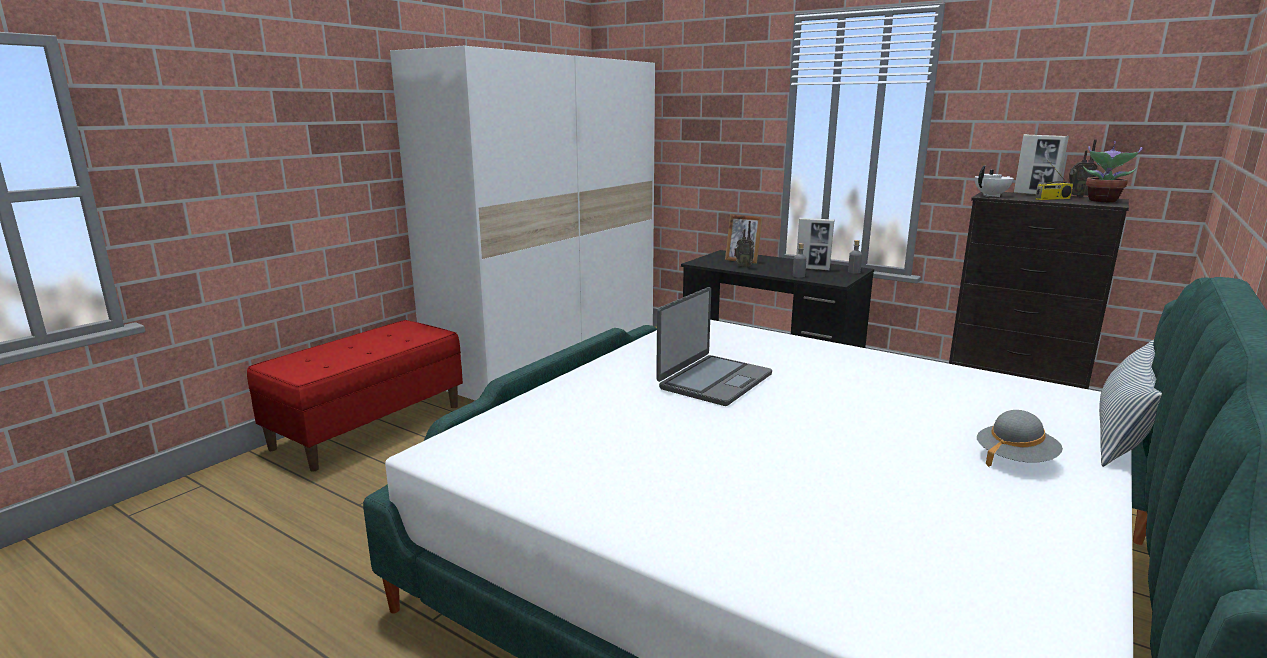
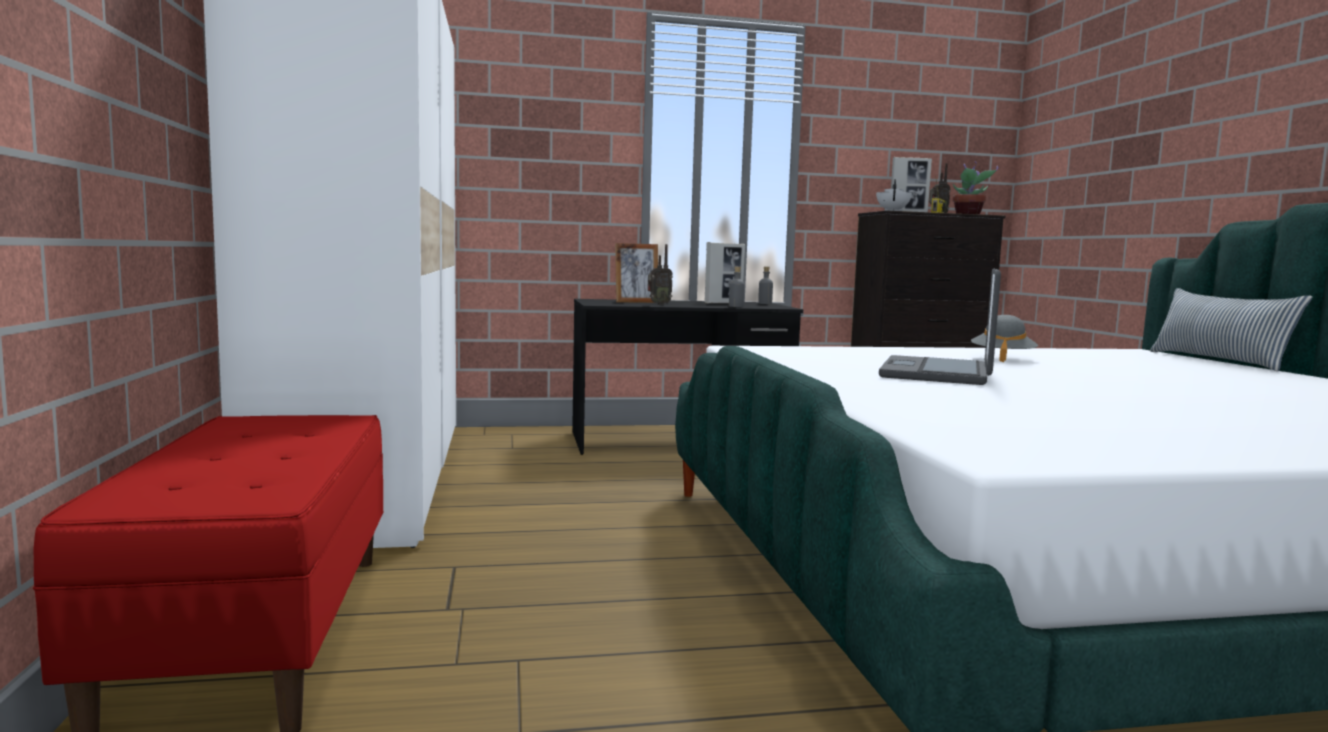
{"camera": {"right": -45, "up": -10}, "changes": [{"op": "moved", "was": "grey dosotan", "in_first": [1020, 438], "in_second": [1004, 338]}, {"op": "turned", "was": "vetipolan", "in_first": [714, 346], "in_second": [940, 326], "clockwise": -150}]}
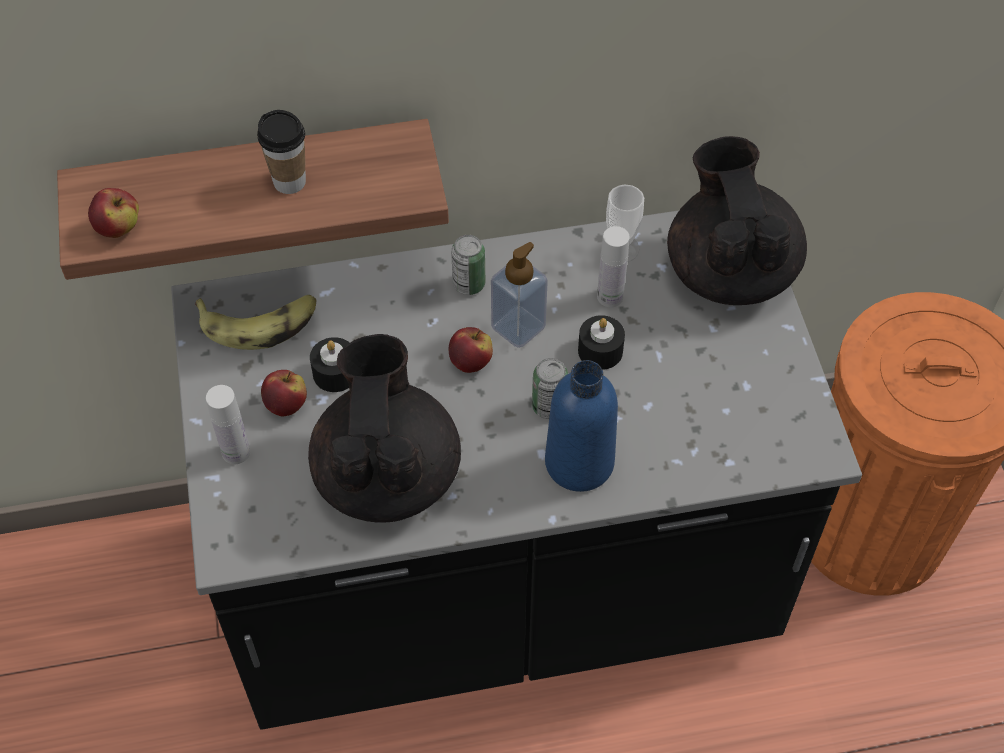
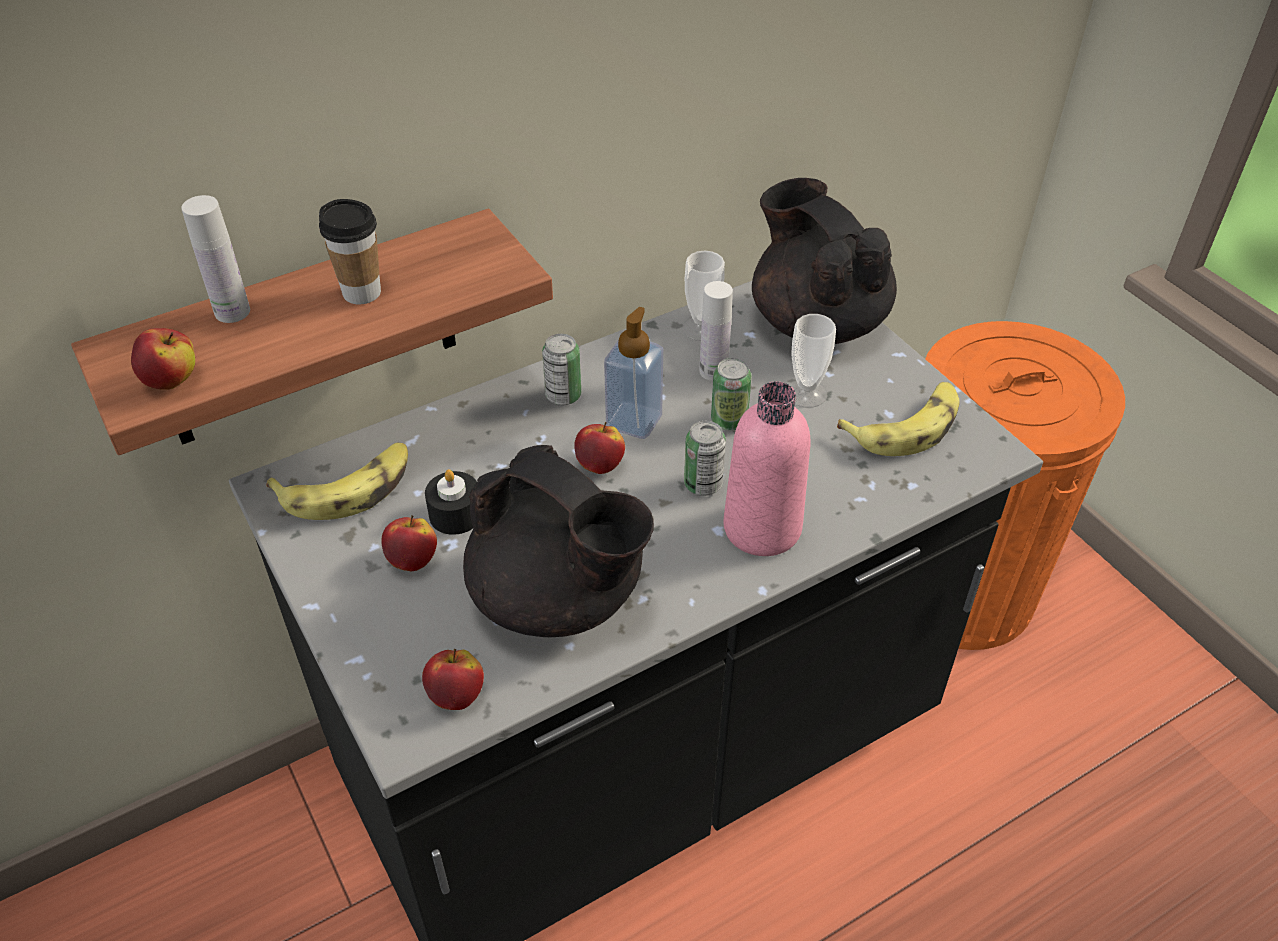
{"camera": {"right": -20, "up": -10}, "changes": [{"op": "added", "now": "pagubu", "in_second": [453, 679]}, {"op": "added", "now": "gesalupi", "in_second": [812, 361]}, {"op": "added", "now": "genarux", "in_second": [898, 419]}, {"op": "moved", "was": "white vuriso", "in_first": [228, 424], "in_second": [215, 259]}, {"op": "replaced", "was": "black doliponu", "now": "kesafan", "in_first": [601, 342], "in_second": [731, 394]}, {"op": "recoloured", "was": "blue vuriso", "now": "pink vuriso", "in_first": [581, 426], "in_second": [766, 468]}, {"op": "turned", "was": "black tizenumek", "in_first": [384, 428], "in_second": [558, 541], "clockwise": 150}]}
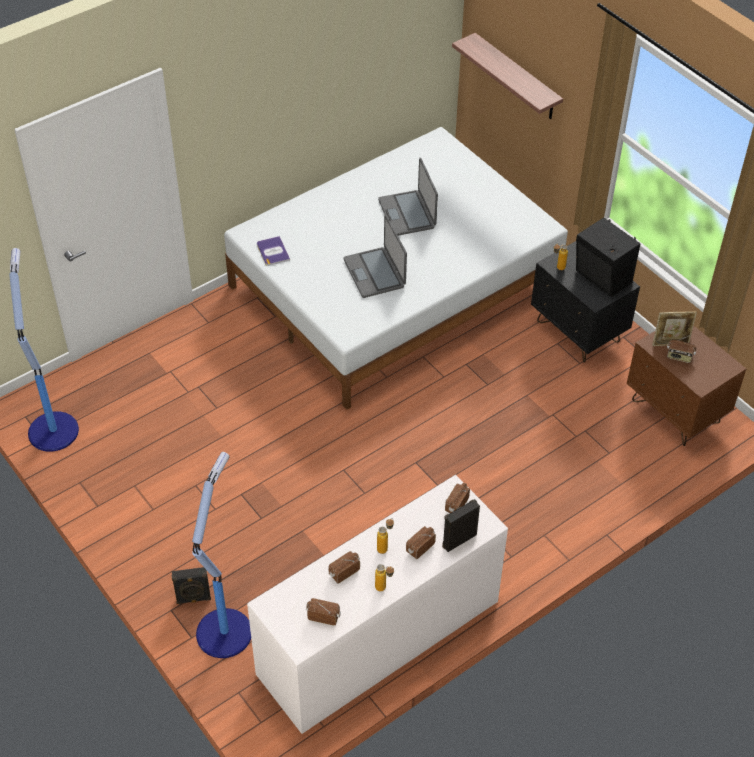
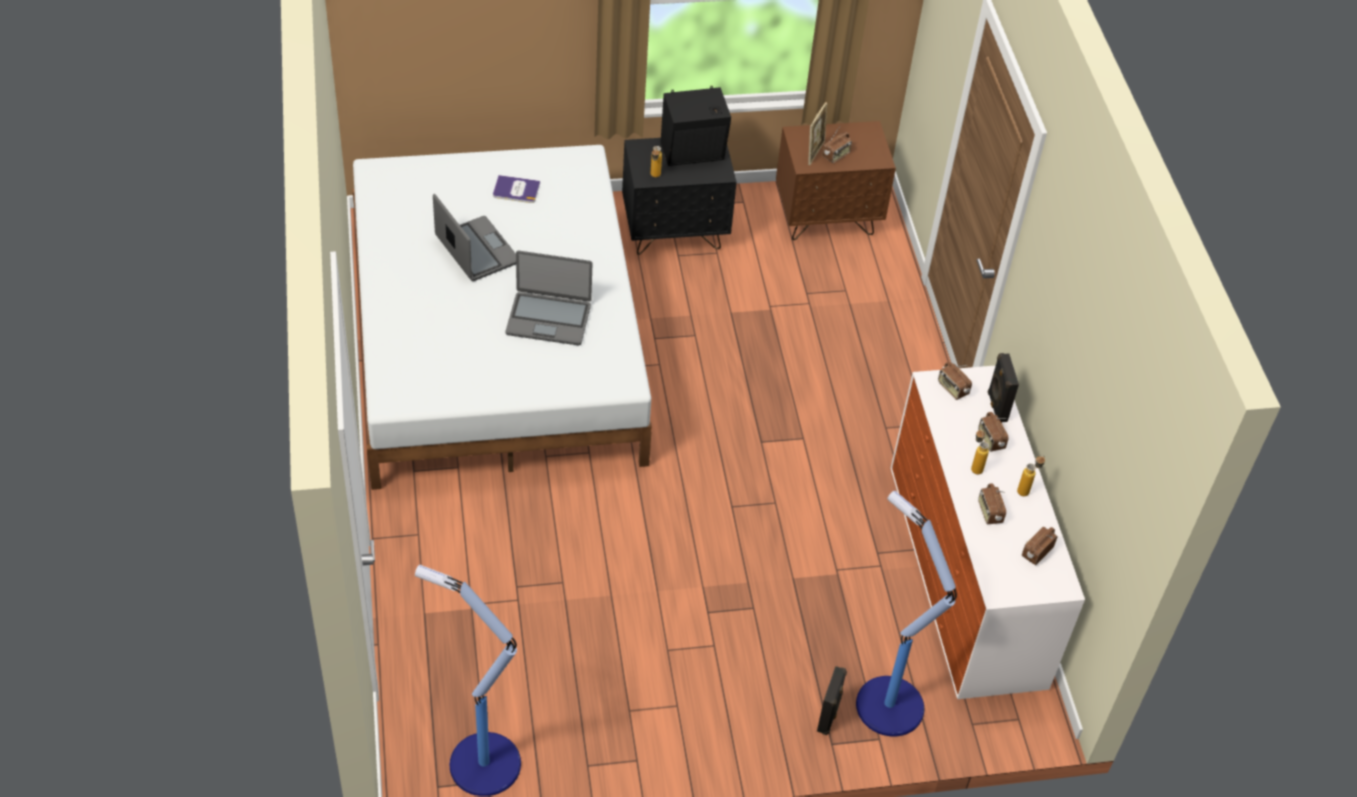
{"camera": {"right": -65, "up": 0}, "changes": [{"op": "removed", "was": "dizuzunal", "in_first": [507, 76]}, {"op": "moved", "was": "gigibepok", "in_first": [273, 251], "in_second": [516, 189]}, {"op": "turned", "was": "vetipolan", "in_first": [408, 197], "in_second": [474, 237], "clockwise": -135}]}
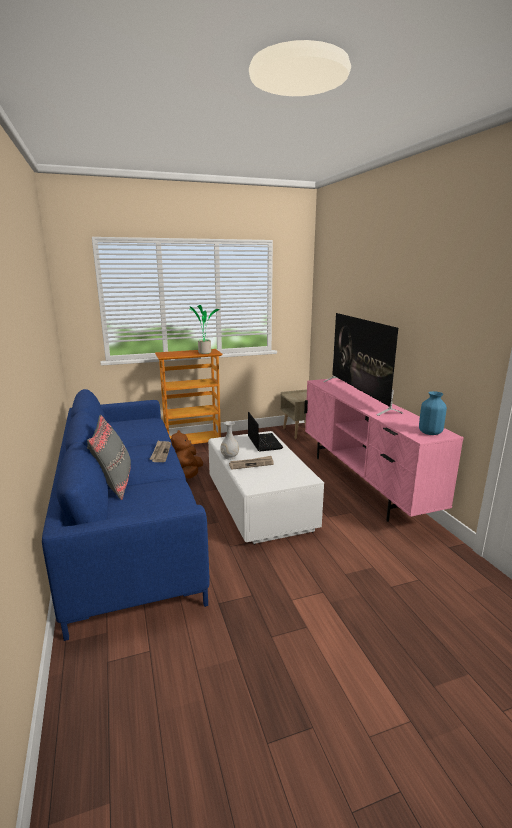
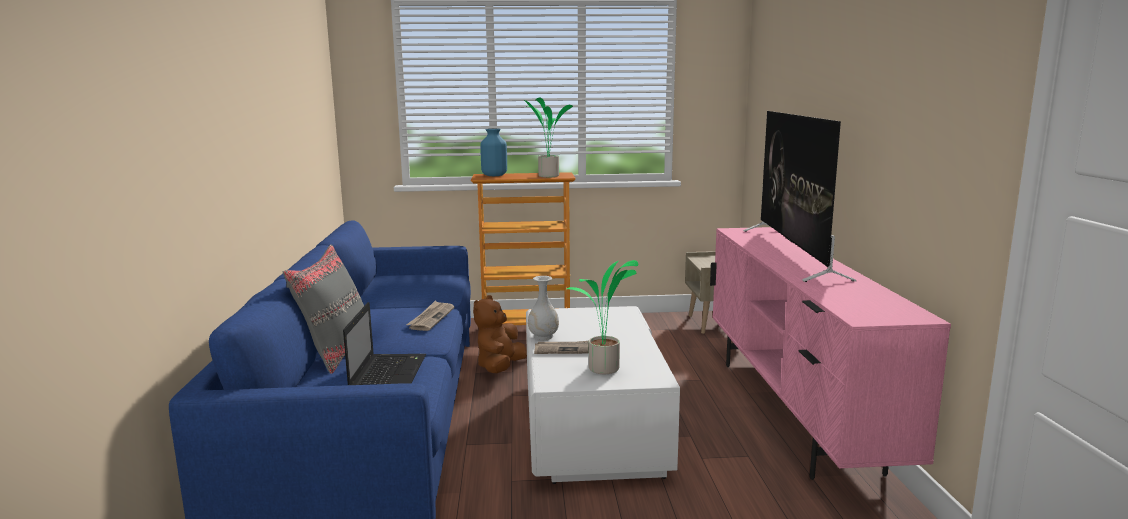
{"camera": {"right": 15, "up": -5}, "changes": [{"op": "added", "now": "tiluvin", "in_second": [602, 317]}, {"op": "moved", "was": "vetipolan", "in_first": [265, 432], "in_second": [384, 343]}, {"op": "moved", "was": "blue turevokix", "in_first": [433, 413], "in_second": [493, 152]}]}
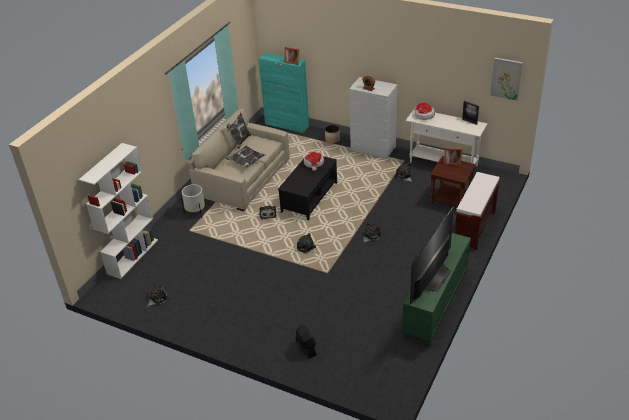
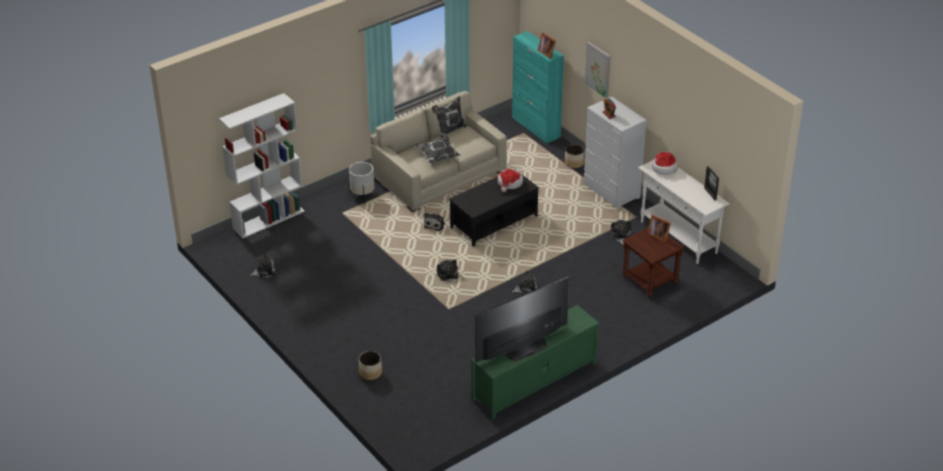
{"camera": {"right": 25, "up": 0}, "changes": [{"op": "removed", "was": "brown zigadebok", "in_first": [477, 211]}, {"op": "moved", "was": "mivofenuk", "in_first": [506, 79], "in_second": [597, 70]}, {"op": "replaced", "was": "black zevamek", "now": "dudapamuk", "in_first": [306, 342], "in_second": [370, 365]}]}
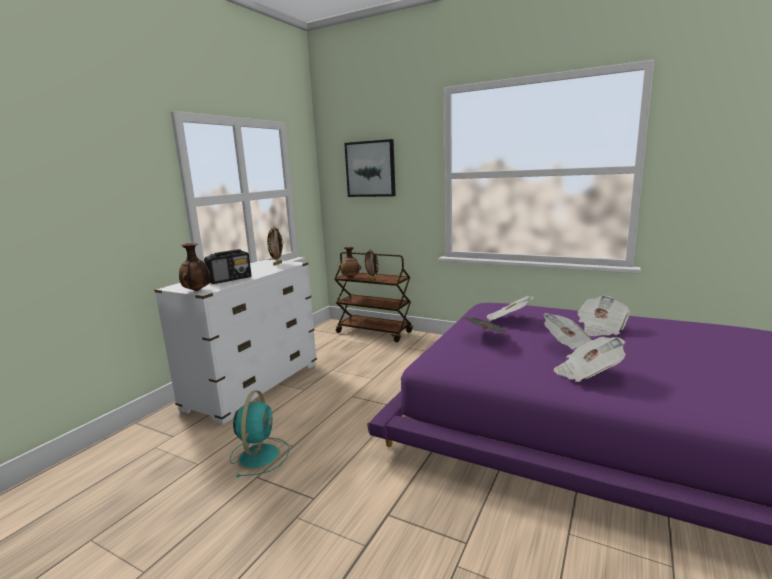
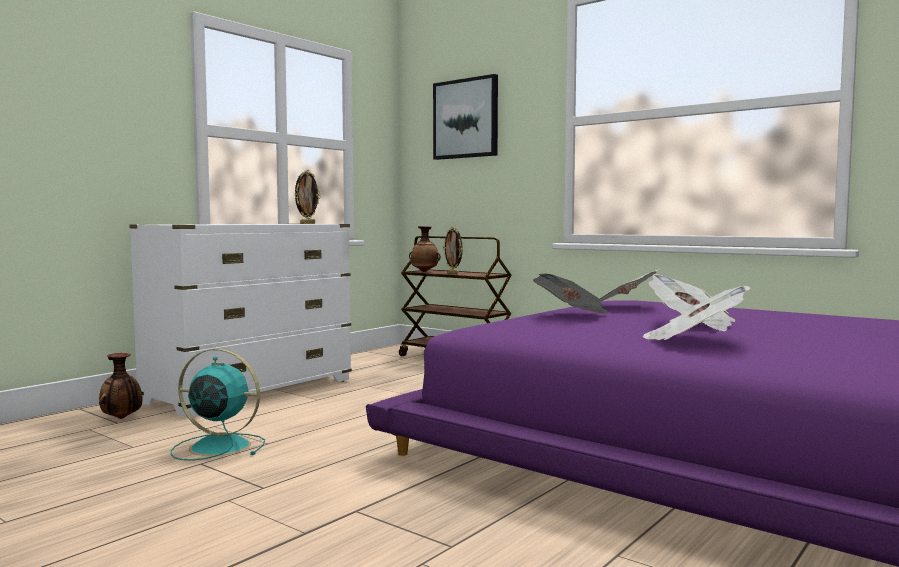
{"camera": {"right": 10, "up": -10}, "changes": [{"op": "removed", "was": "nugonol", "in_first": [227, 266]}, {"op": "removed", "was": "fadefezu", "in_first": [604, 315]}, {"op": "moved", "was": "turevokix", "in_first": [195, 267], "in_second": [120, 386]}, {"op": "turned", "was": "turquoise zevamek", "in_first": [259, 433], "in_second": [218, 404], "clockwise": -90}]}
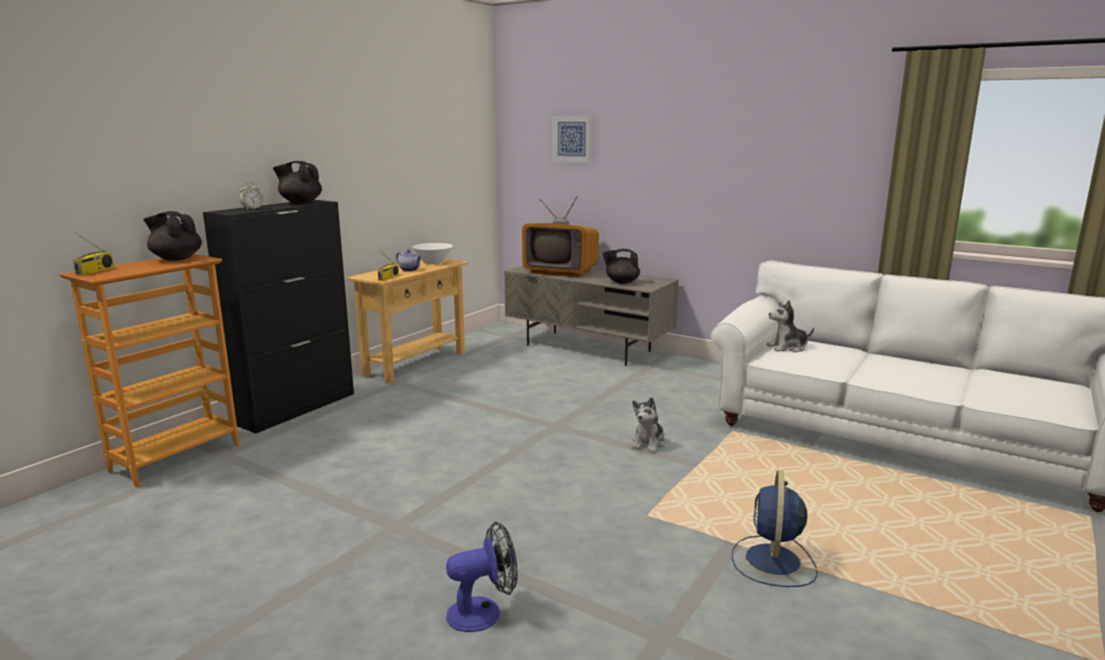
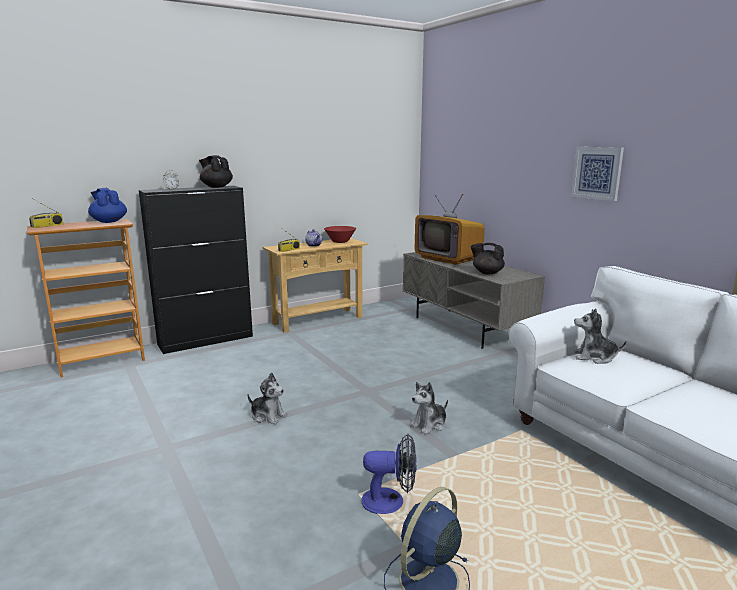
{"camera": {"right": 25, "up": 0}, "changes": [{"op": "added", "now": "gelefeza", "in_second": [268, 398]}, {"op": "moved", "was": "zevamek", "in_first": [482, 577], "in_second": [389, 474]}, {"op": "moved", "was": "mivofenuk", "in_first": [572, 139], "in_second": [597, 174]}, {"op": "recoloured", "was": "black tizenumek", "now": "blue tizenumek", "in_first": [172, 236], "in_second": [107, 205]}, {"op": "recoloured", "was": "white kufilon", "now": "red kufilon", "in_first": [432, 253], "in_second": [340, 234]}]}
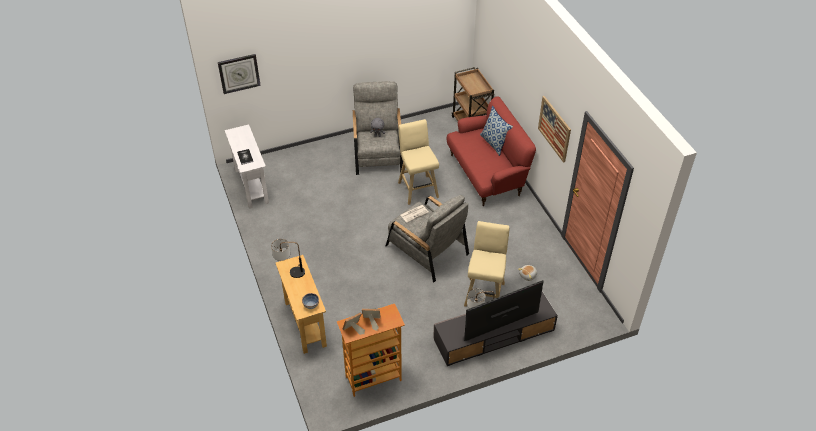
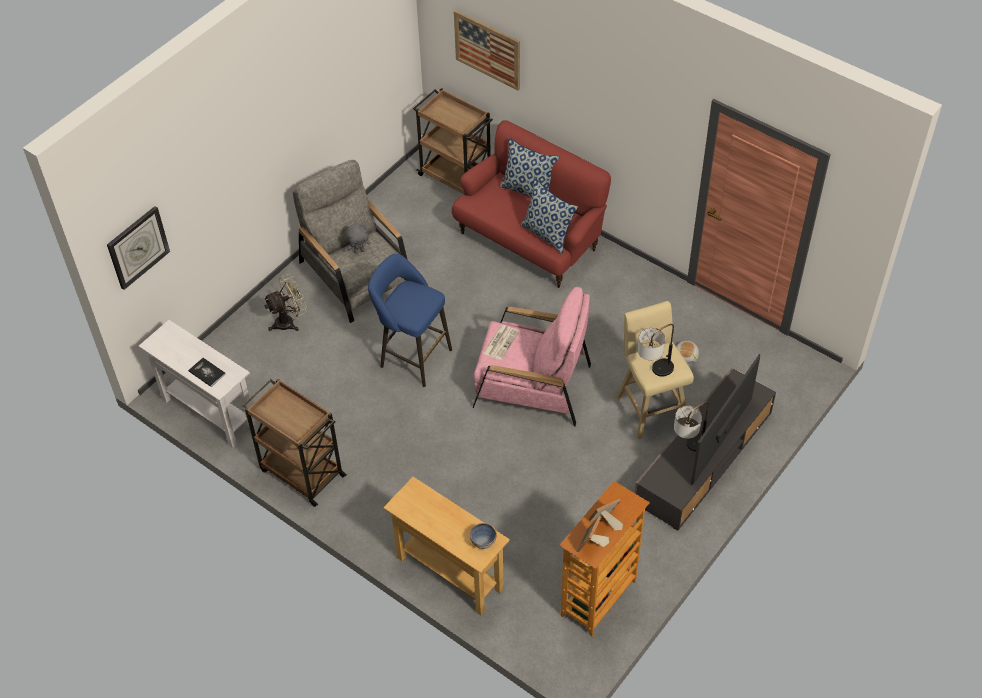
{"camera": {"right": -30, "up": 5}, "changes": [{"op": "removed", "was": "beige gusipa", "in_first": [418, 162]}, {"op": "added", "now": "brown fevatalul", "in_second": [294, 442]}, {"op": "added", "now": "beige zevamek", "in_second": [285, 302]}, {"op": "added", "now": "blue gusipa", "in_second": [410, 320]}, {"op": "added", "now": "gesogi", "in_second": [549, 216]}, {"op": "moved", "was": "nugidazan", "in_first": [288, 258], "in_second": [655, 350]}, {"op": "moved", "was": "mivofenuk", "in_first": [554, 129], "in_second": [487, 50]}, {"op": "recoloured", "was": "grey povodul", "now": "pink povodul", "in_first": [427, 239], "in_second": [532, 357]}]}
